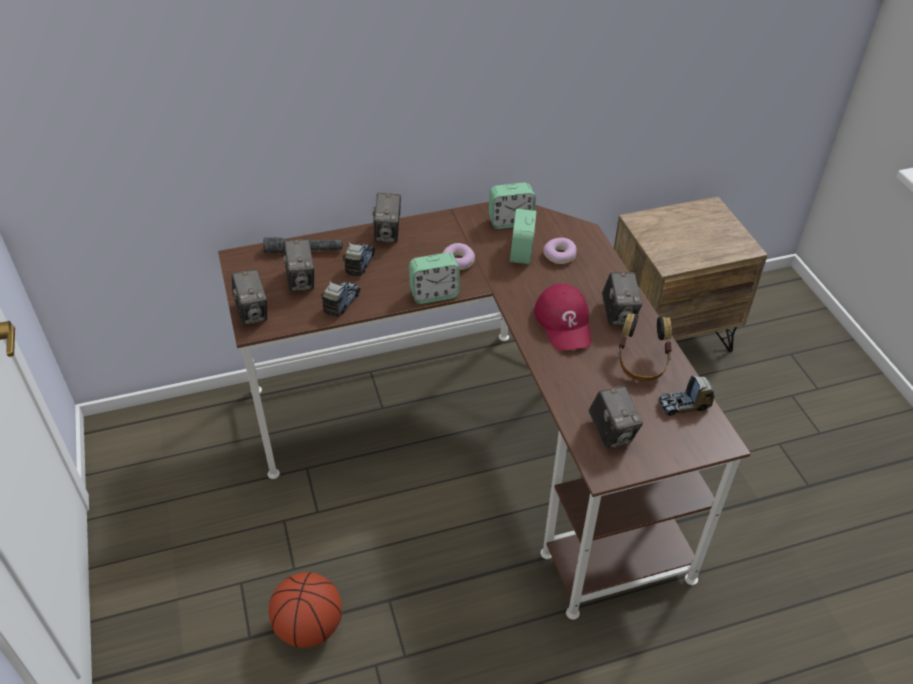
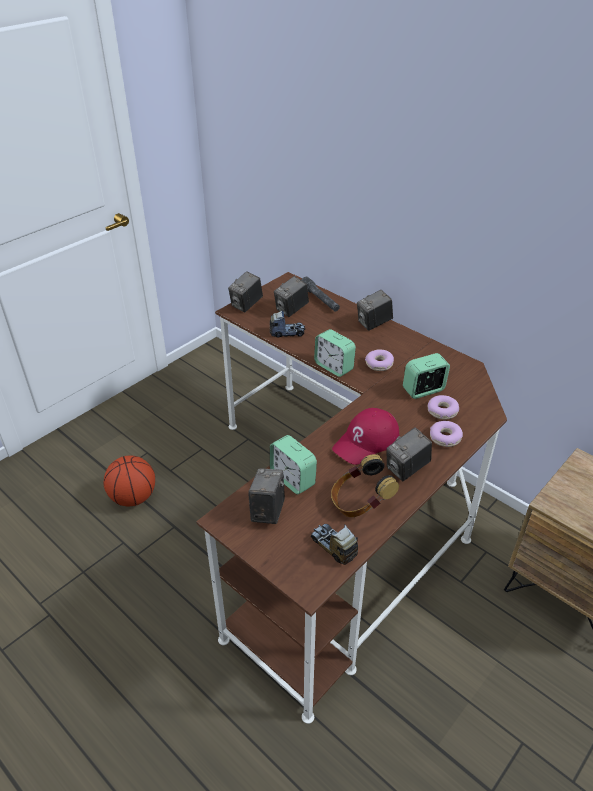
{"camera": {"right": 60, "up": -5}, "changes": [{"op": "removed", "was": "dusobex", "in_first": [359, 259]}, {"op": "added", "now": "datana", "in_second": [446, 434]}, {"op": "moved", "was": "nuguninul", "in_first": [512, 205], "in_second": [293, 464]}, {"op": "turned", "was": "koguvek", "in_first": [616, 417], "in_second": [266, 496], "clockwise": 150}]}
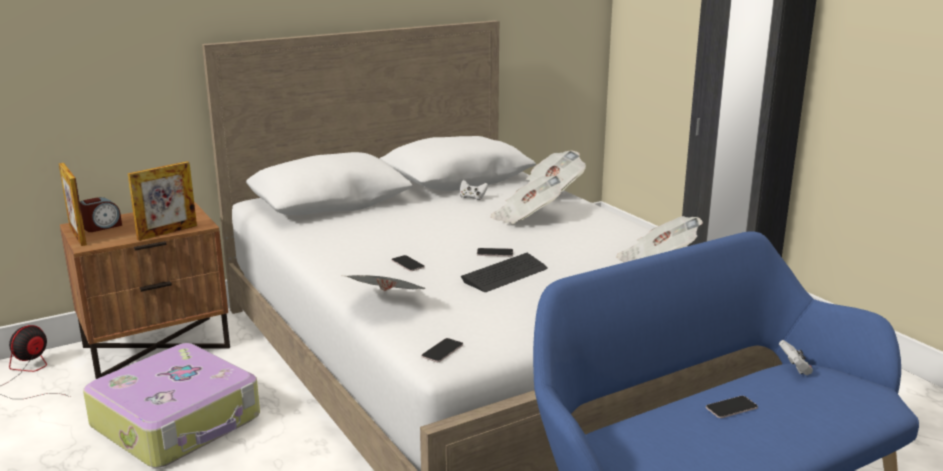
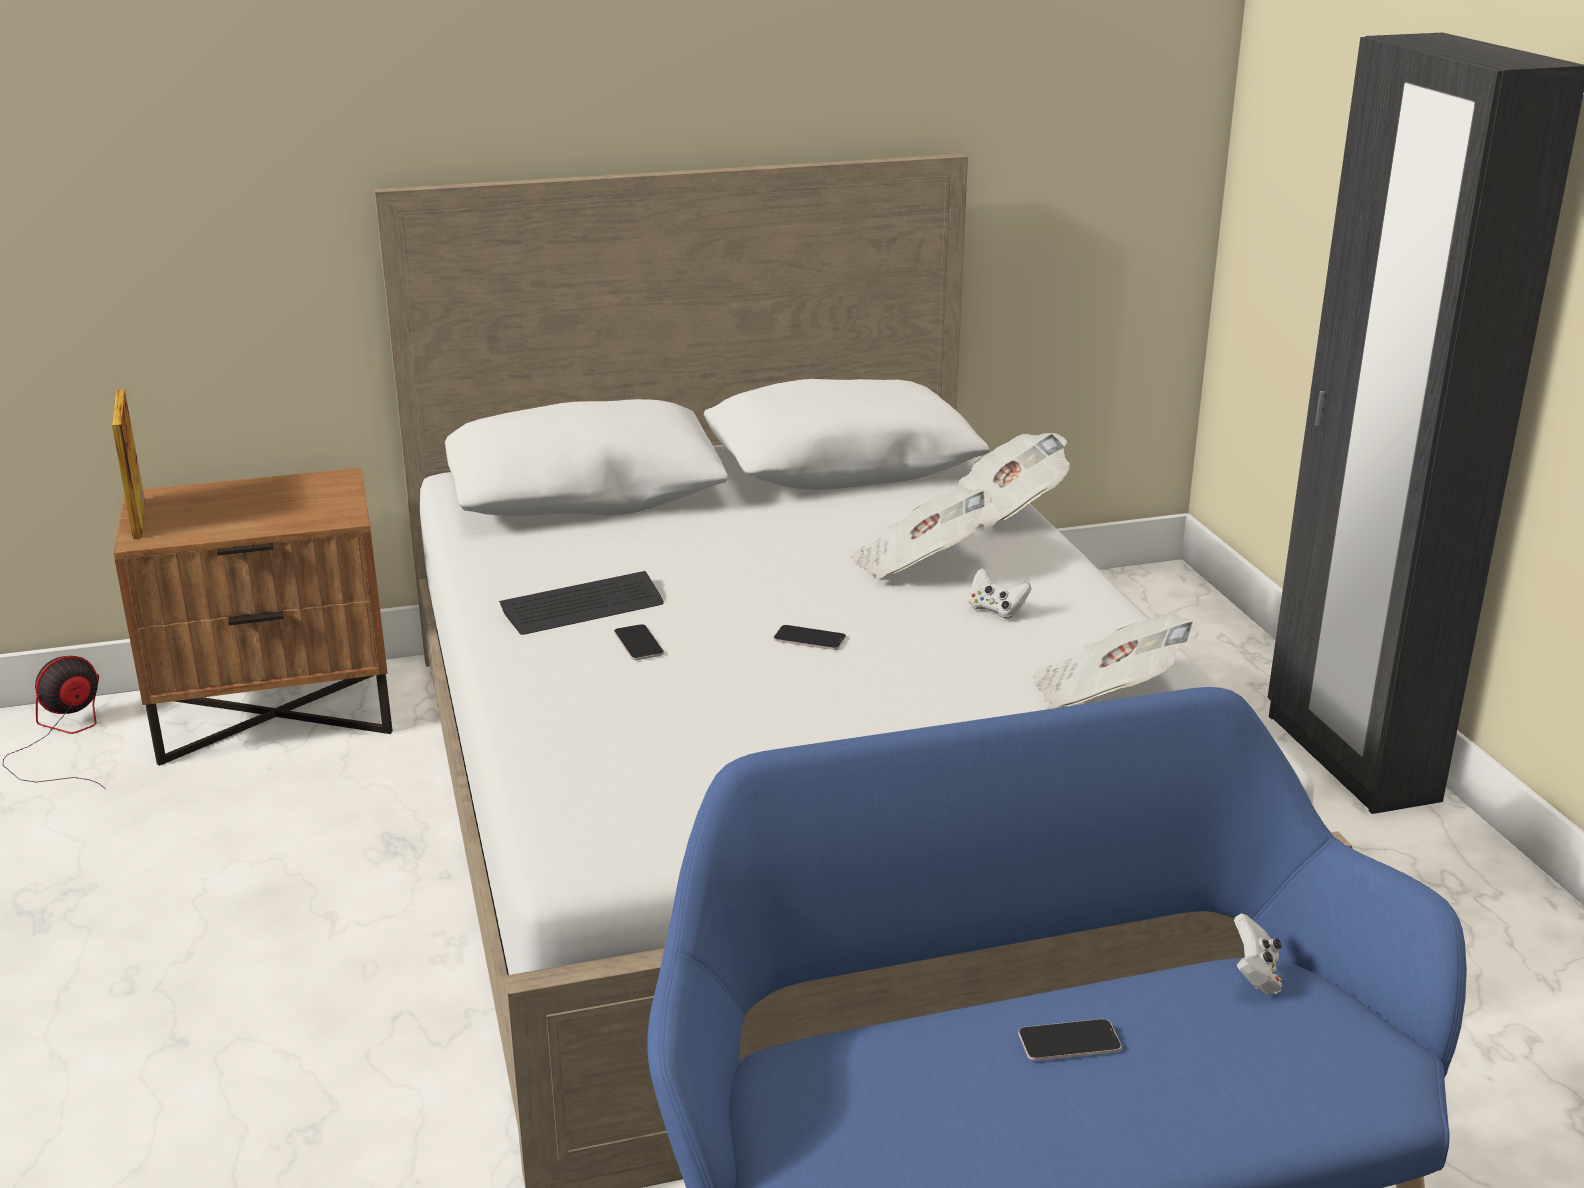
{"camera": {"right": 15, "up": 5}, "changes": [{"op": "removed", "was": "nuguninul", "in_first": [101, 214]}, {"op": "removed", "was": "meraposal", "in_first": [171, 405]}, {"op": "removed", "was": "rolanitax", "in_first": [162, 201]}, {"op": "removed", "was": "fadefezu", "in_first": [383, 283]}, {"op": "removed", "was": "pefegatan", "in_first": [442, 350]}, {"op": "moved", "was": "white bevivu", "in_first": [474, 190], "in_second": [1000, 593]}, {"op": "moved", "was": "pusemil", "in_first": [504, 272], "in_second": [581, 603]}]}
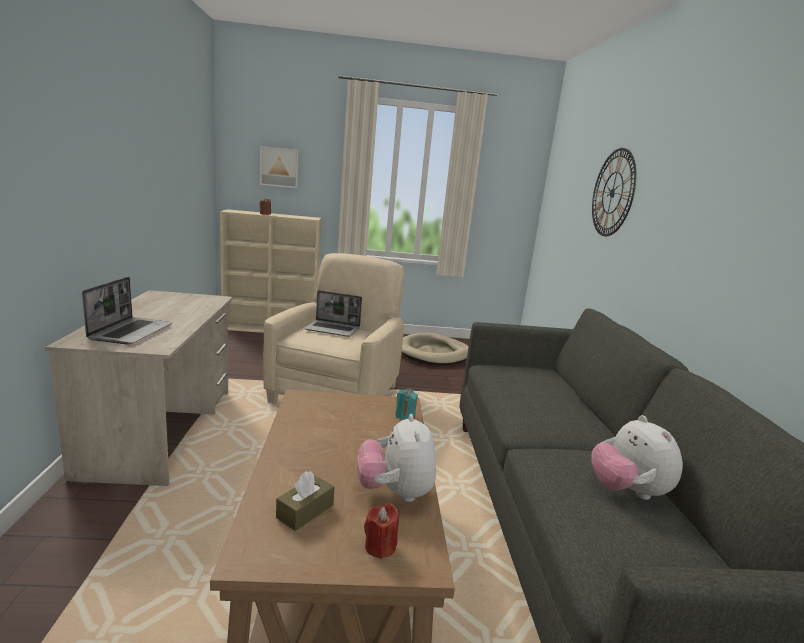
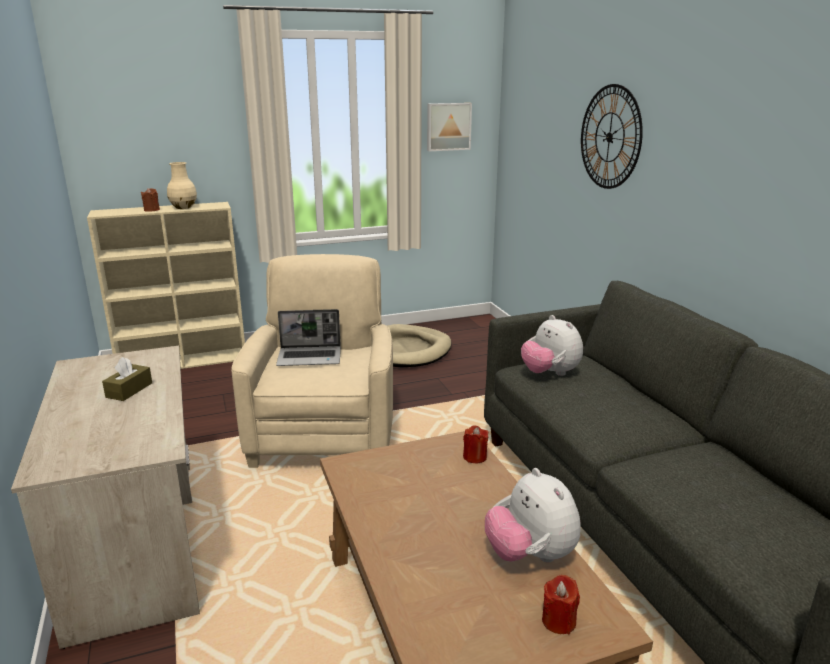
{"camera": {"right": -15, "up": 5}, "changes": [{"op": "removed", "was": "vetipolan", "in_first": [127, 311]}, {"op": "added", "now": "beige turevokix", "in_second": [182, 185]}, {"op": "moved", "was": "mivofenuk", "in_first": [279, 167], "in_second": [449, 127]}, {"op": "moved", "was": "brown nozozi", "in_first": [305, 501], "in_second": [127, 379]}, {"op": "moved", "was": "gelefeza", "in_first": [637, 457], "in_second": [552, 345]}, {"op": "recoloured", "was": "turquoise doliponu", "now": "red doliponu", "in_first": [406, 404], "in_second": [475, 444]}]}
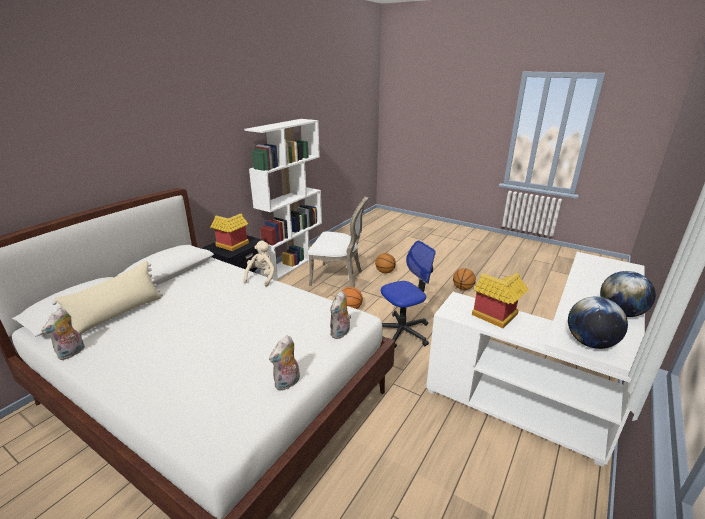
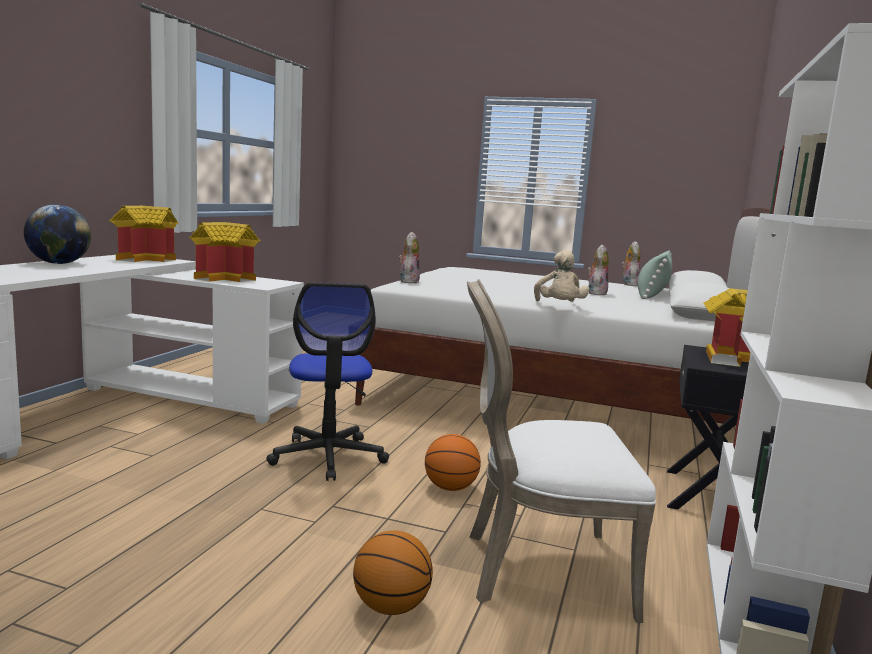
{"camera": {"right": 165, "up": -15}, "changes": [{"op": "removed", "was": "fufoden", "in_first": [464, 279]}, {"op": "moved", "was": "gelefeza", "in_first": [284, 363], "in_second": [598, 270]}, {"op": "replaced", "was": "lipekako", "now": "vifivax", "in_first": [598, 323], "in_second": [143, 234]}, {"op": "recoloured", "was": "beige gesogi", "now": "green gesogi", "in_first": [107, 298], "in_second": [655, 274]}, {"op": "turned", "was": "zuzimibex", "in_first": [408, 294], "in_second": [327, 381], "clockwise": -60}]}
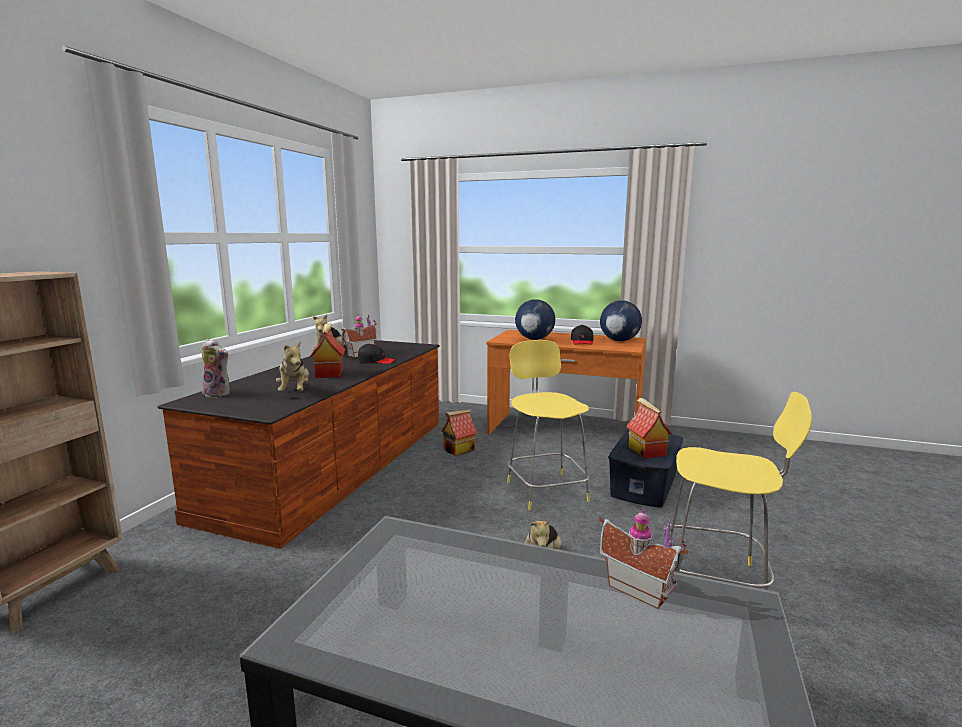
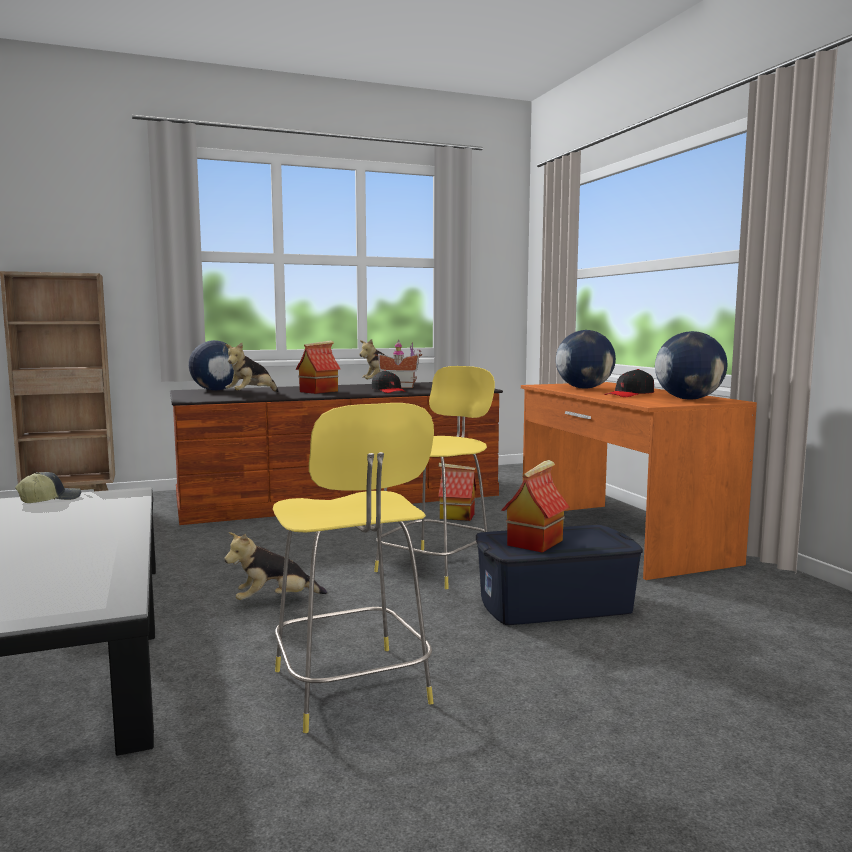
{"camera": {"right": 50, "up": -5}, "changes": [{"op": "removed", "was": "vifivax", "in_first": [643, 558]}, {"op": "added", "now": "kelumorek", "in_second": [48, 487]}, {"op": "replaced", "was": "gelefeza", "now": "lipekako", "in_first": [216, 368], "in_second": [211, 365]}]}
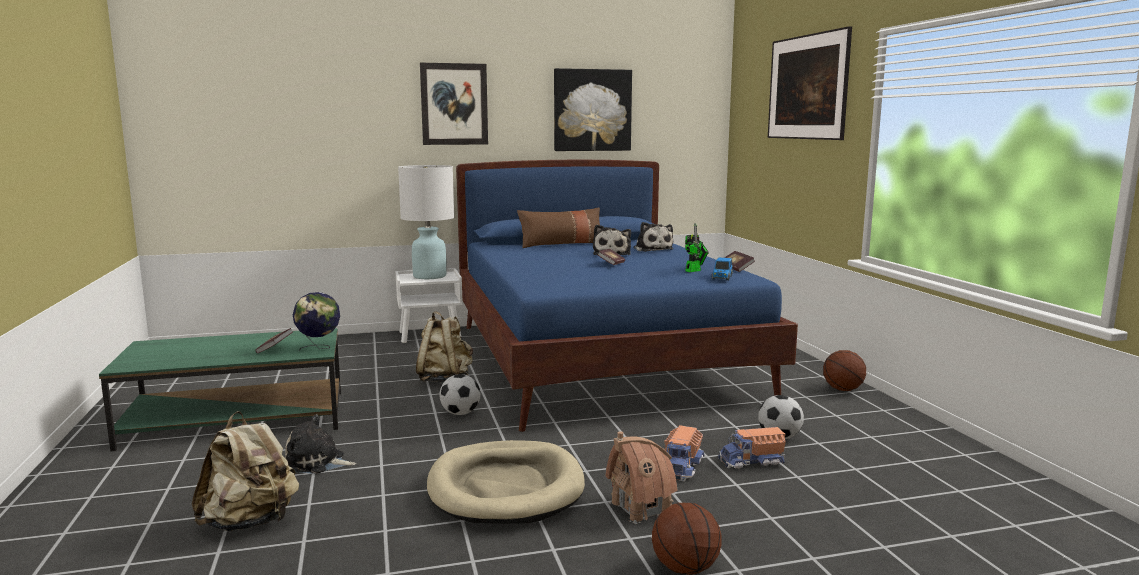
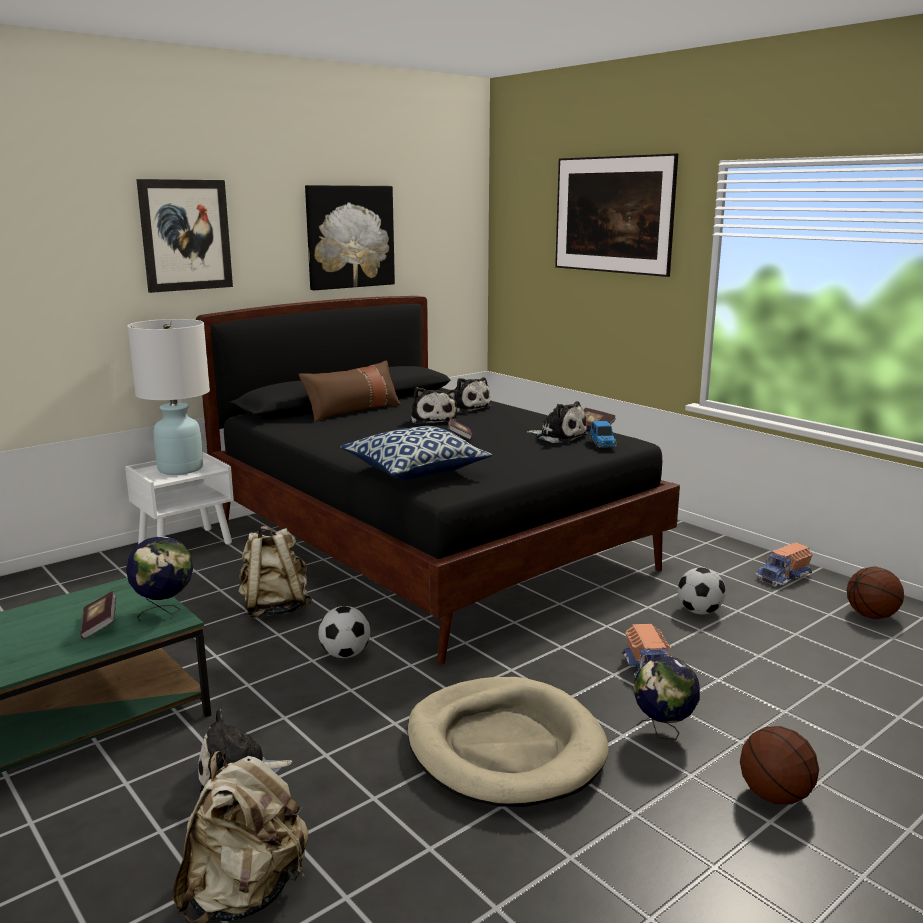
{"camera": {"right": -25, "up": 5}, "changes": [{"op": "added", "now": "gesogi", "in_second": [416, 453]}, {"op": "moved", "was": "dusobex", "in_first": [752, 448], "in_second": [784, 564]}, {"op": "moved", "was": "fufoden", "in_first": [844, 370], "in_second": [875, 593]}, {"op": "replaced", "was": "vifivax", "now": "lipekako", "in_first": [641, 477], "in_second": [667, 698]}, {"op": "replaced", "was": "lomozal", "now": "gelefeza", "in_first": [697, 247], "in_second": [557, 422]}, {"op": "recoloured", "was": "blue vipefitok", "now": "black vipefitok", "in_first": [627, 296], "in_second": [438, 480]}]}
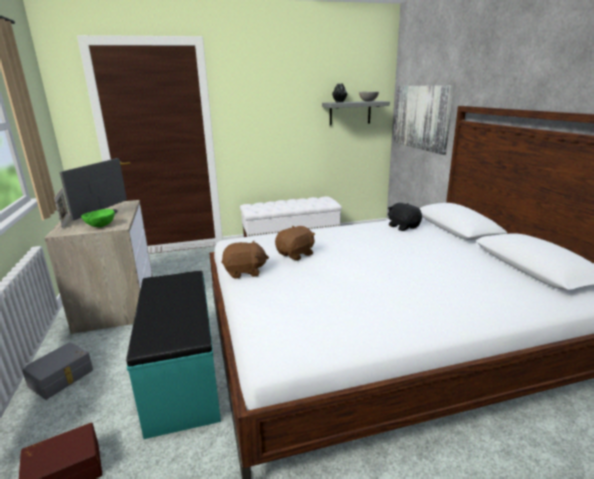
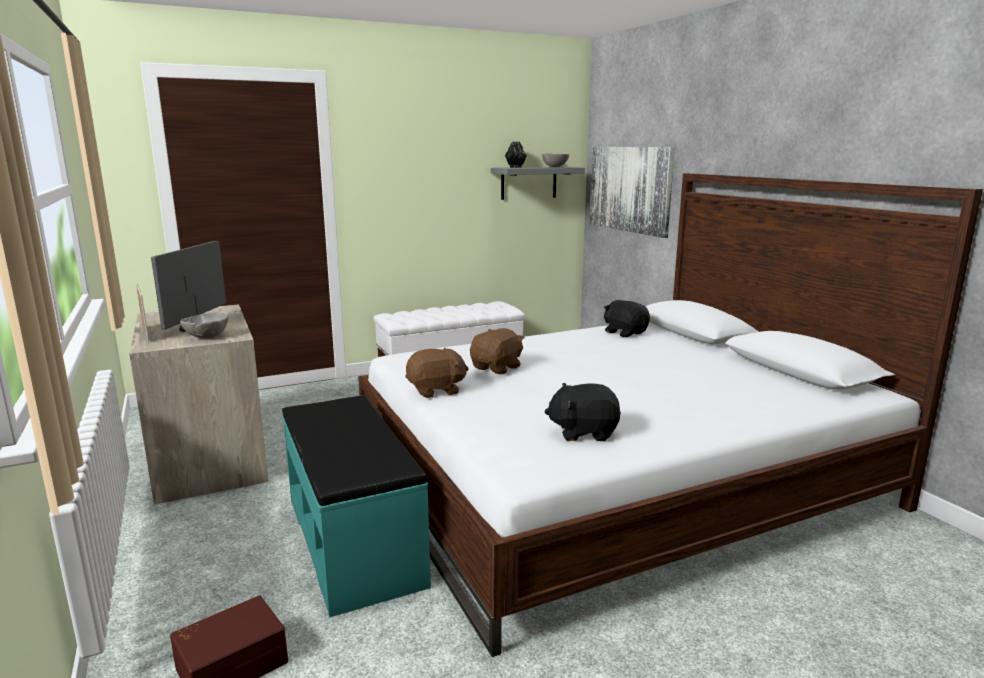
{"camera": {"right": -10, "up": -5}, "changes": [{"op": "removed", "was": "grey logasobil", "in_first": [57, 371]}, {"op": "added", "now": "black gelefeza", "in_second": [582, 412]}, {"op": "recoloured", "was": "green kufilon", "now": "grey kufilon", "in_first": [98, 218], "in_second": [204, 326]}]}
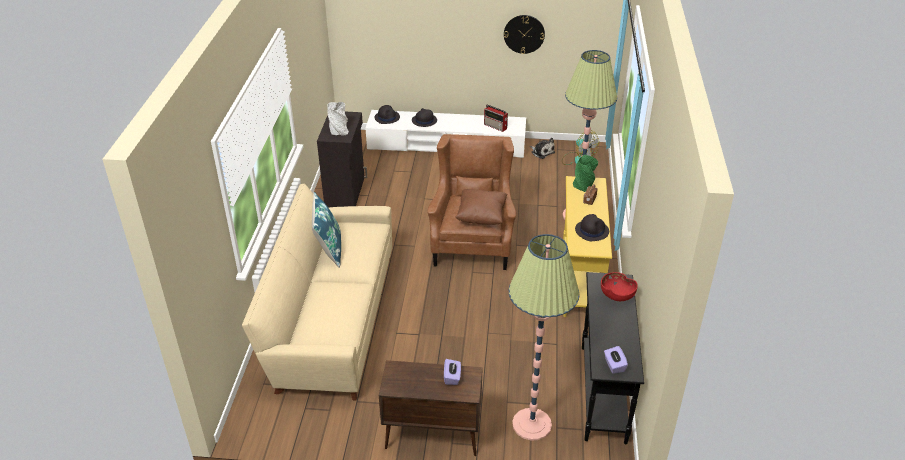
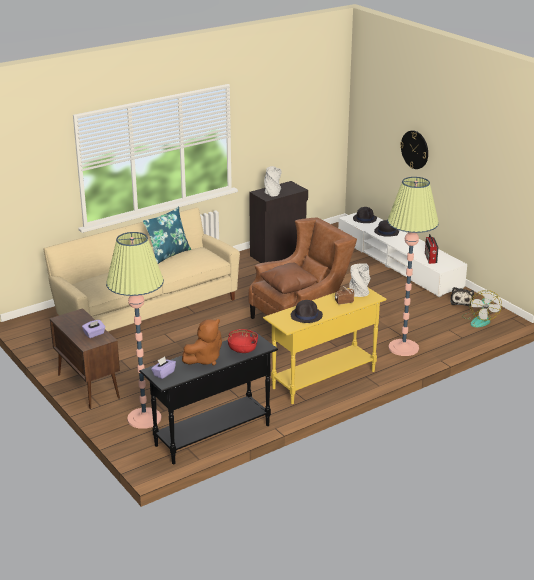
{"camera": {"right": 50, "up": -10}, "changes": [{"op": "added", "now": "brown gelefeza", "in_second": [202, 342]}, {"op": "moved", "was": "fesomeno", "in_first": [524, 34], "in_second": [414, 149]}, {"op": "recoloured", "was": "green turevokix", "now": "grey turevokix", "in_first": [585, 173], "in_second": [360, 280]}]}
